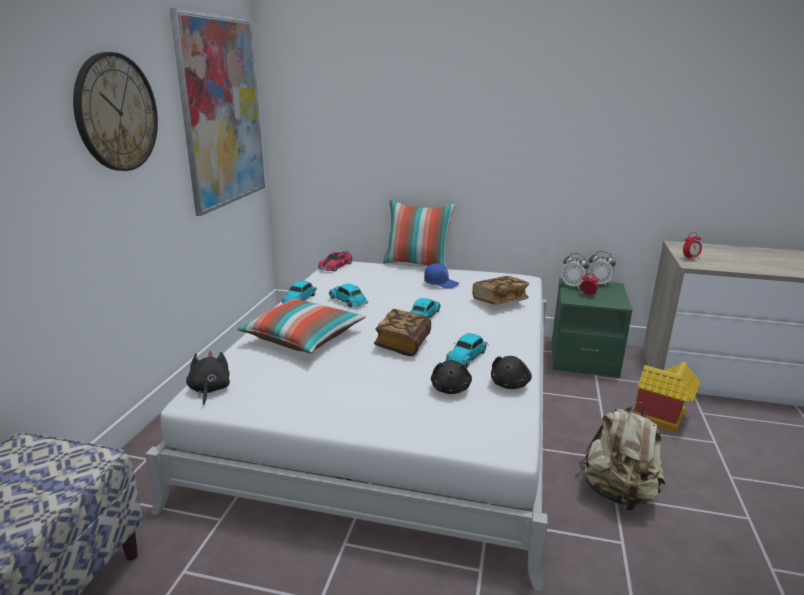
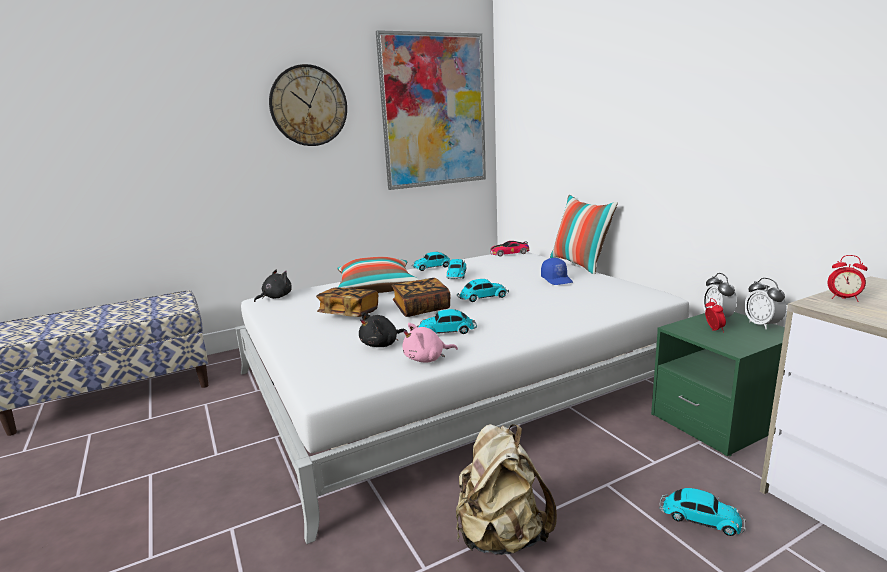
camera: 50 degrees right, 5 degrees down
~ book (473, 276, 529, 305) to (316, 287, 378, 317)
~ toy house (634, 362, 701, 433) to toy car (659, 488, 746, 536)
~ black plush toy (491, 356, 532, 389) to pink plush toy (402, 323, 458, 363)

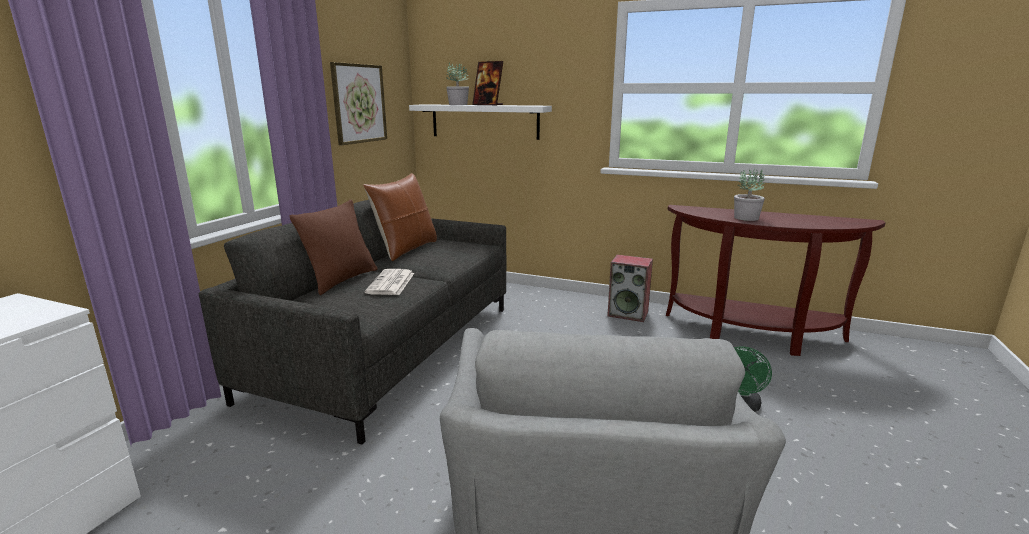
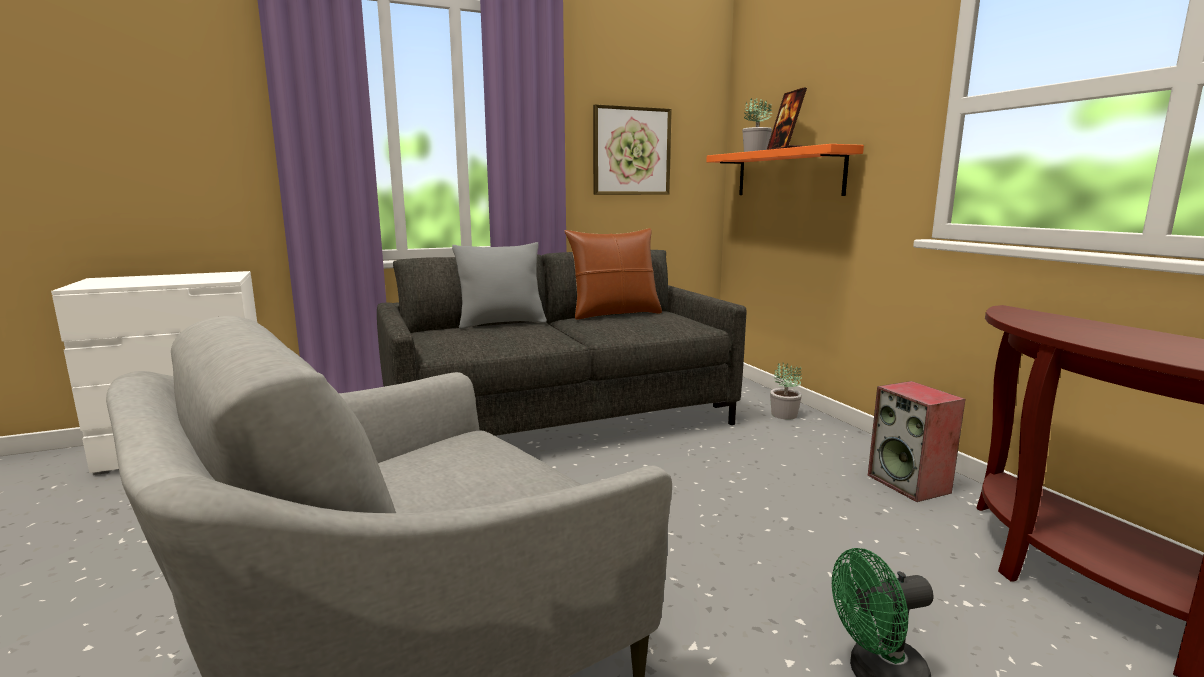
camera: 45 degrees right, 5 degrees down
- newspaper (365, 269, 414, 295)
~ potted plant (734, 169, 765, 221) to (770, 362, 802, 420)
~ brown pillow (290, 200, 378, 295) to grey pillow (452, 242, 547, 329)
~ white shelf (409, 104, 552, 140) to orange shelf (706, 144, 864, 196)

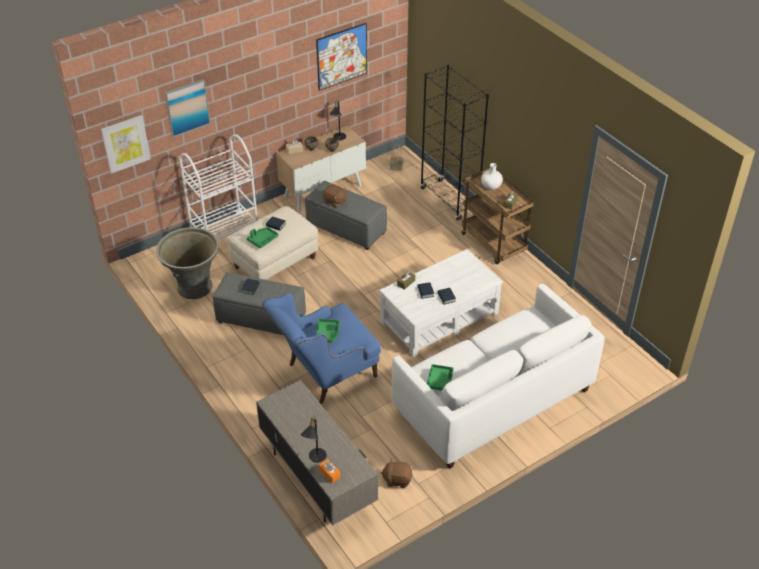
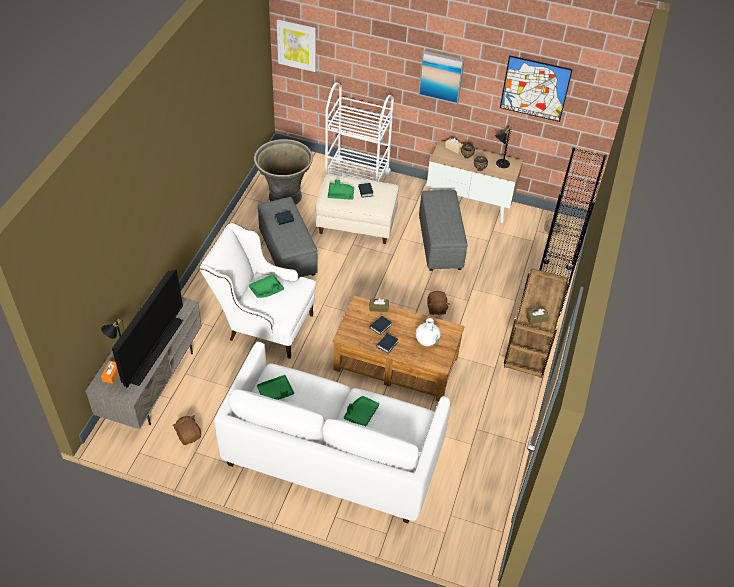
camera: 50 degrees right, 5 degrees up
+ television (112, 269, 183, 388)
+ green tray (344, 396, 379, 426)
~ picture (164, 79, 211, 137) to (418, 50, 464, 104)
~ brown plush toy (323, 184, 346, 208) to (427, 291, 450, 315)
~ white vase (481, 163, 503, 190) to (416, 318, 441, 346)
~ blue armchair (262, 293, 381, 404) to white armchair (199, 223, 316, 359)
~ white coffee table (379, 249, 503, 357) to brown coffee table (333, 295, 465, 401)

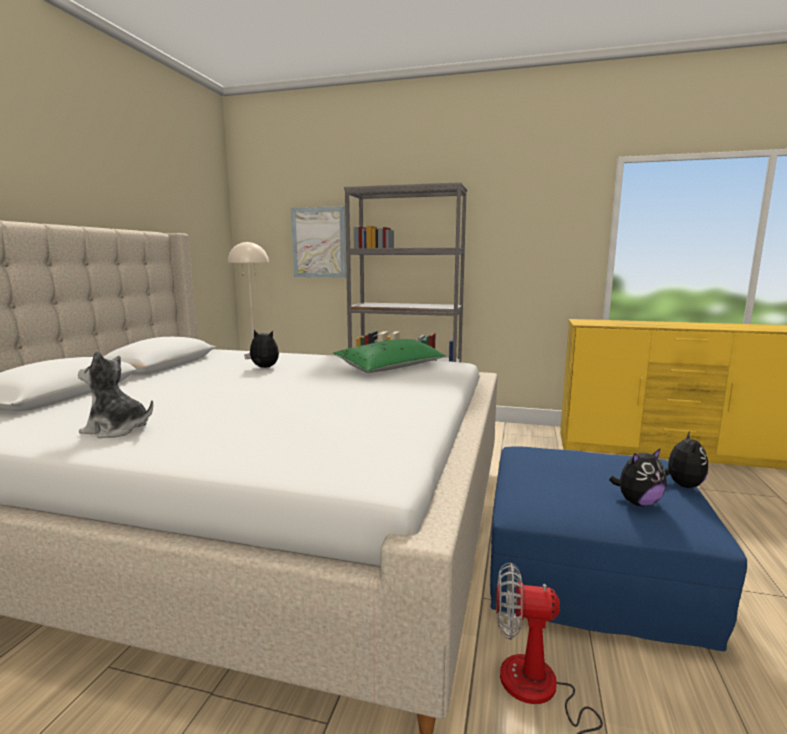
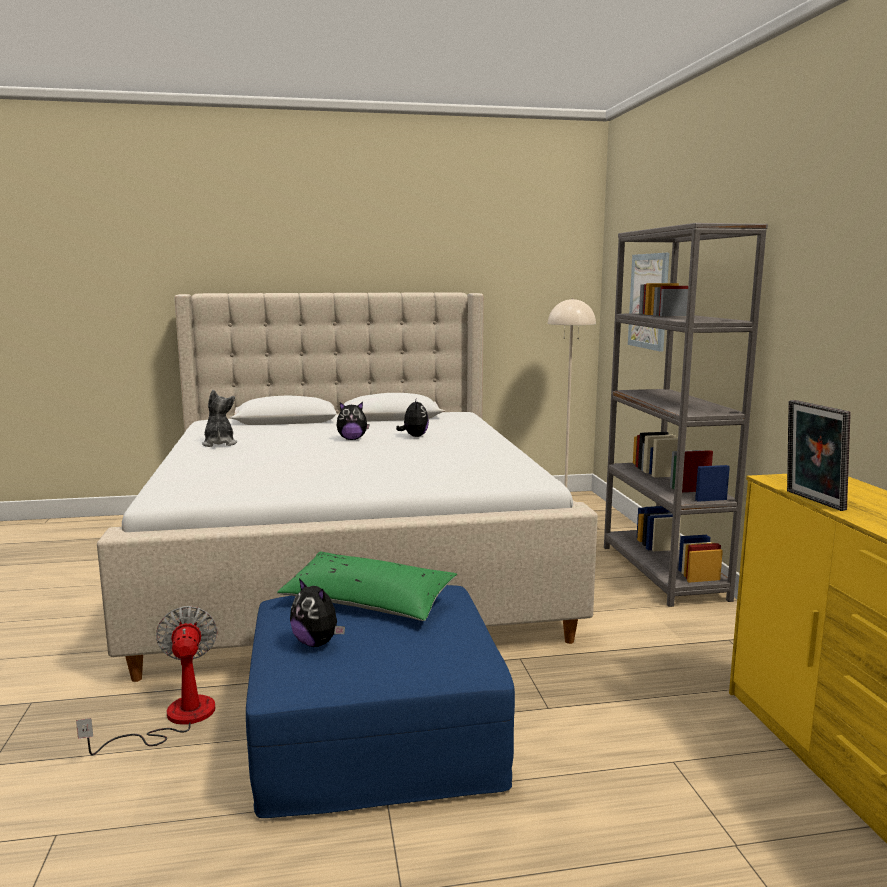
camera: 65 degrees right, 0 degrees up
+ picture frame (787, 400, 851, 511)
~ green pillow (333, 339, 446, 373) to (277, 552, 457, 621)
~ plush toy (664, 431, 708, 488) to (336, 402, 370, 440)

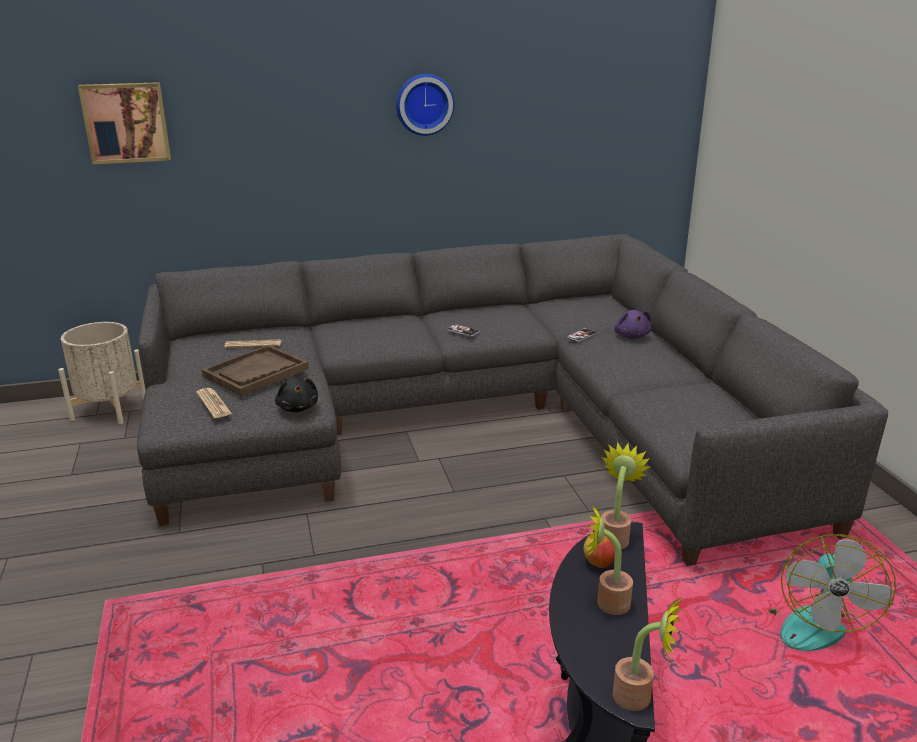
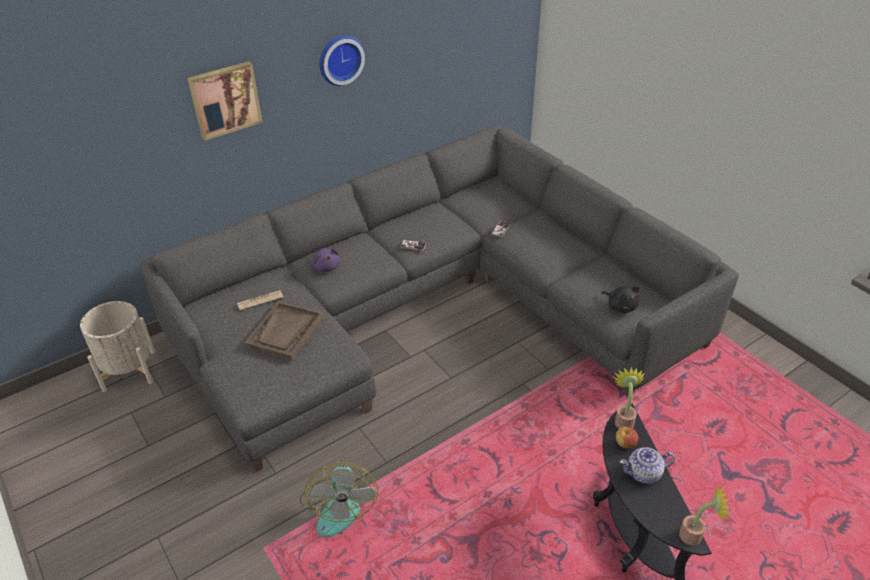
camera: 20 degrees left, 15 degrees up
- newspaper (196, 388, 232, 418)
~ picture (78, 82, 171, 164) to (187, 61, 263, 141)
~ black plush toy (275, 377, 318, 412) to (601, 286, 639, 313)
~ purple plush toy (614, 310, 651, 339) to (311, 248, 340, 272)
~ fan (768, 534, 896, 651) to (299, 462, 378, 537)
~ potted plant (586, 504, 633, 615) to teapot (620, 447, 675, 484)

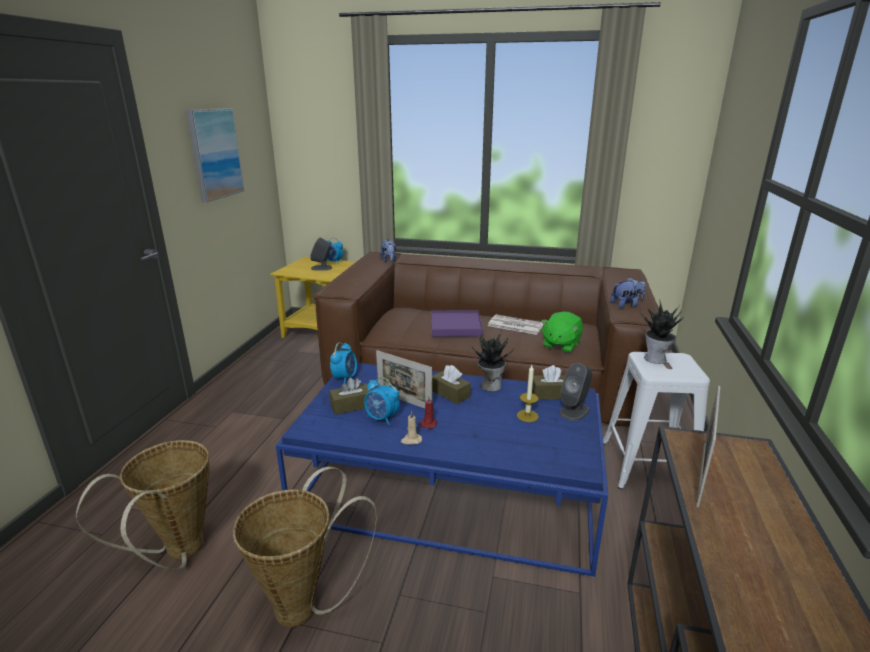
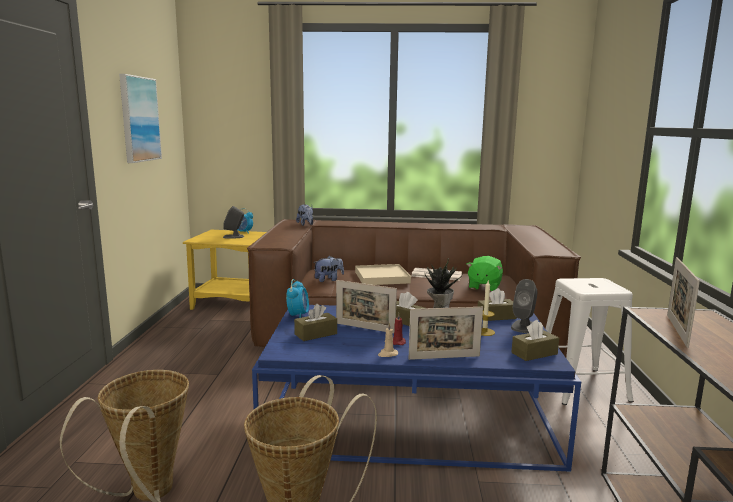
camera: 10 degrees left, 10 degrees down
- alarm clock (364, 377, 400, 425)
- potted plant (640, 301, 683, 364)
+ picture frame (409, 307, 483, 360)
+ brown tissue box (511, 320, 559, 361)
~ plush toy (610, 277, 646, 308) to (313, 256, 344, 282)
~ purple tray (431, 310, 483, 337) to beige tray (355, 264, 411, 285)

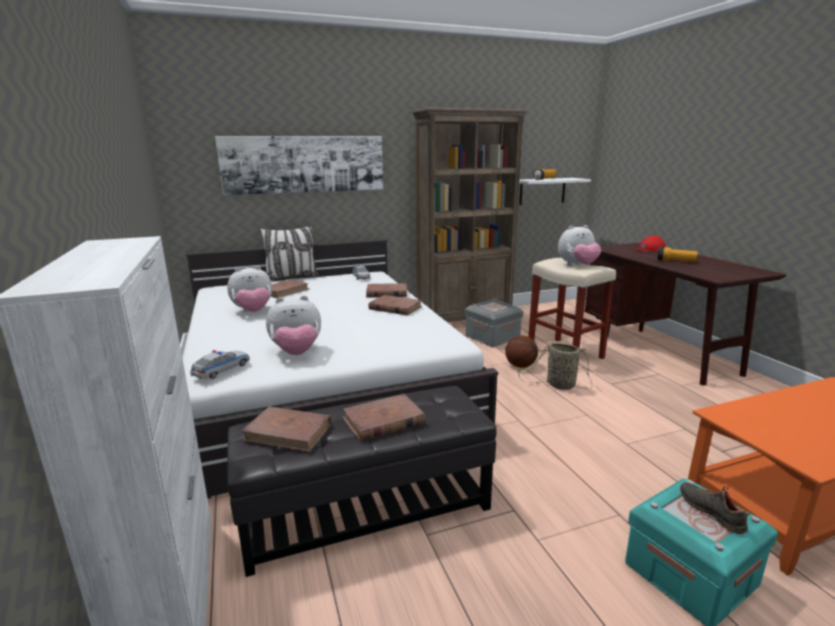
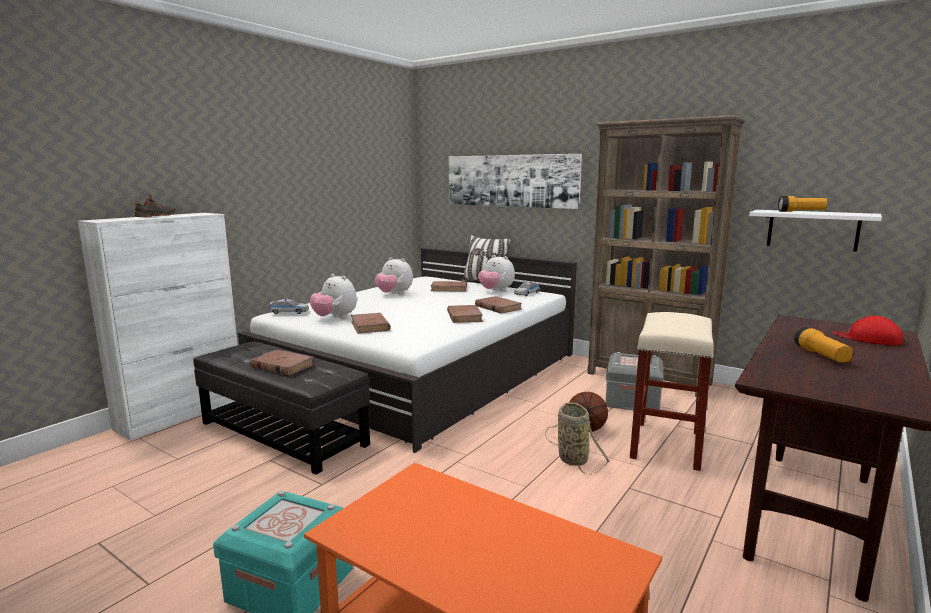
camera: 55 degrees right, 5 degrees down
~ brown book (242, 406, 331, 452) to (351, 313, 391, 334)
~ plush toy (558, 225, 601, 266) to (478, 255, 515, 291)
~ black shoe (680, 482, 750, 534) to (133, 194, 176, 217)

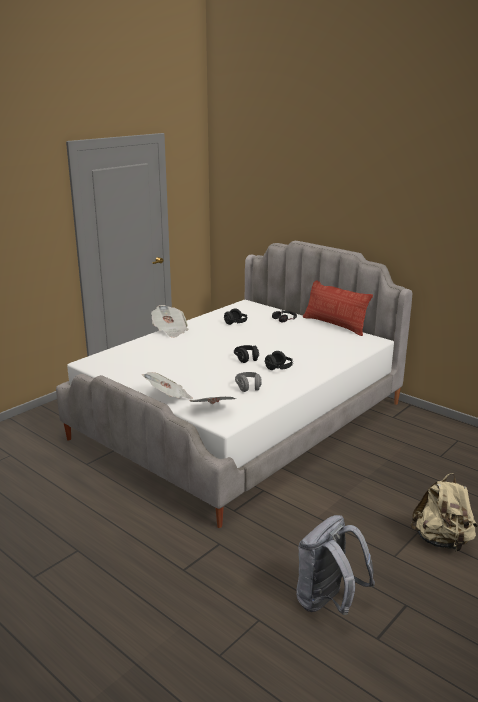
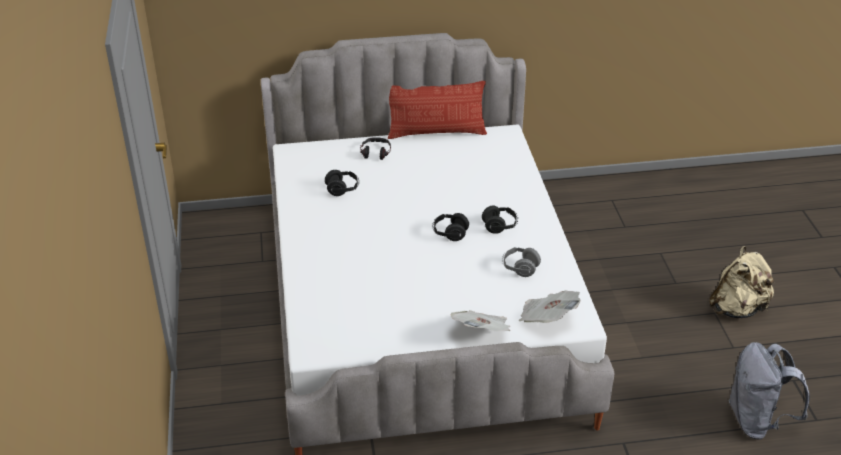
camera: 50 degrees left, 15 degrees up
- newspaper (151, 305, 189, 338)

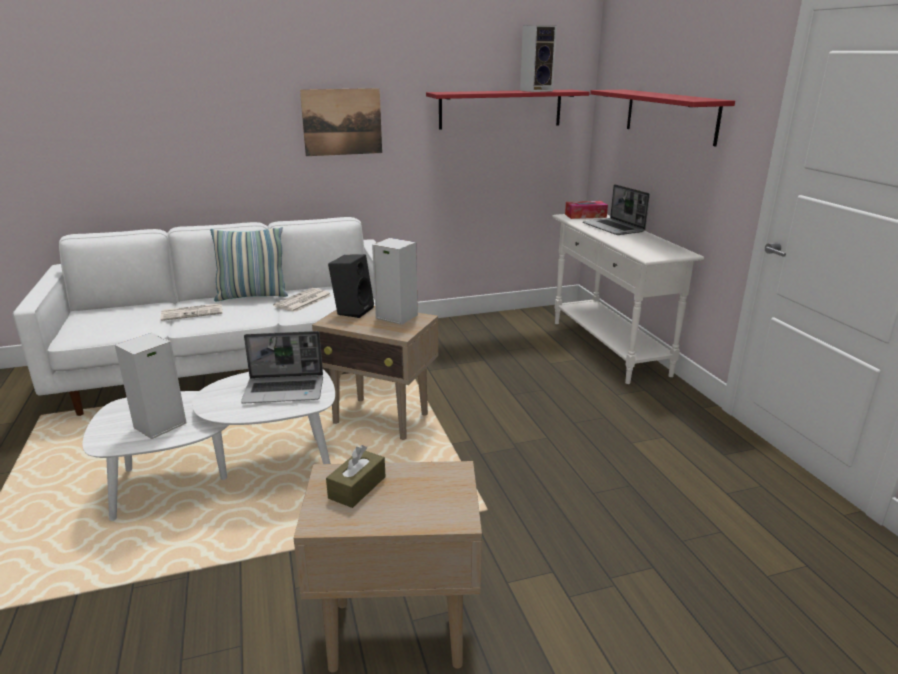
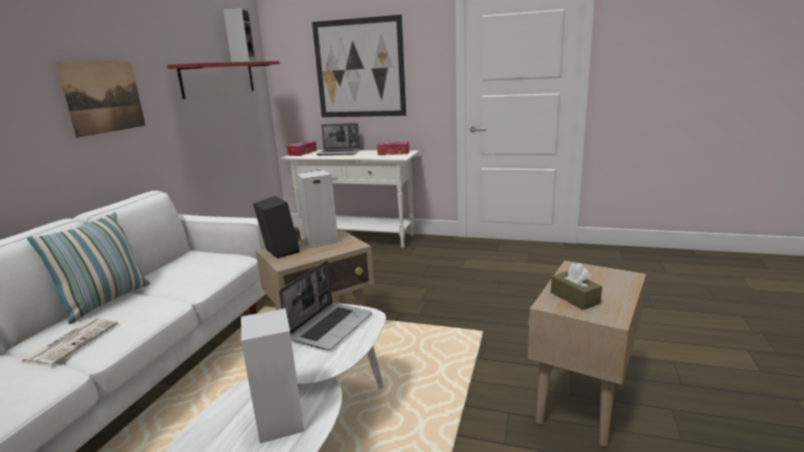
camera: 55 degrees left, 5 degrees down
- newspaper (273, 288, 332, 312)
+ tissue box (377, 141, 409, 155)
~ red shelf (590, 90, 735, 146) to picture (312, 15, 406, 117)

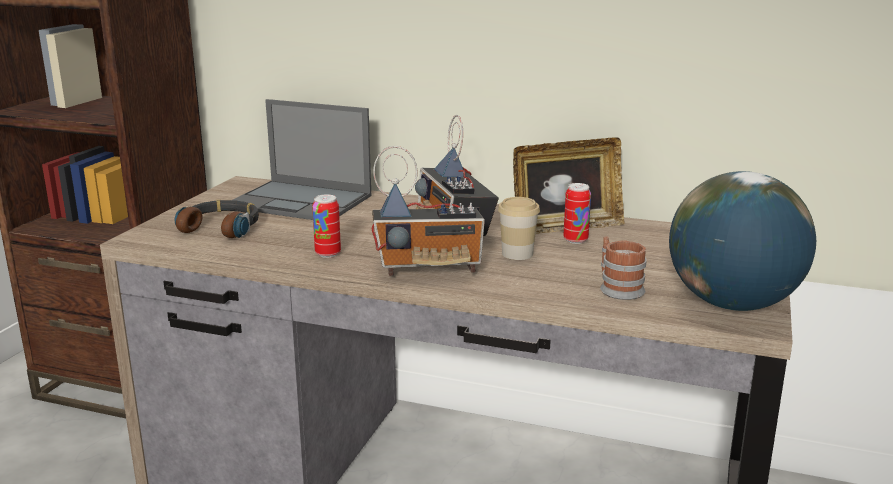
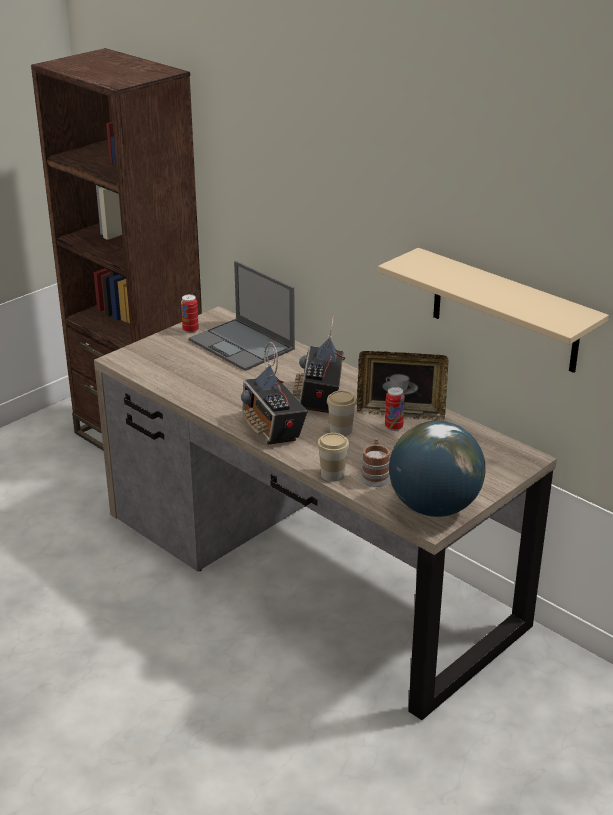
camera: 25 degrees right, 10 degrees up
- headphones (175, 200, 259, 238)
+ cup (317, 433, 349, 481)
+ beige shelf (378, 248, 609, 373)
~ can (312, 194, 341, 258) to (181, 294, 199, 333)
~ radio (372, 146, 485, 276) = (241, 342, 308, 445) 45 degrees clockwise

